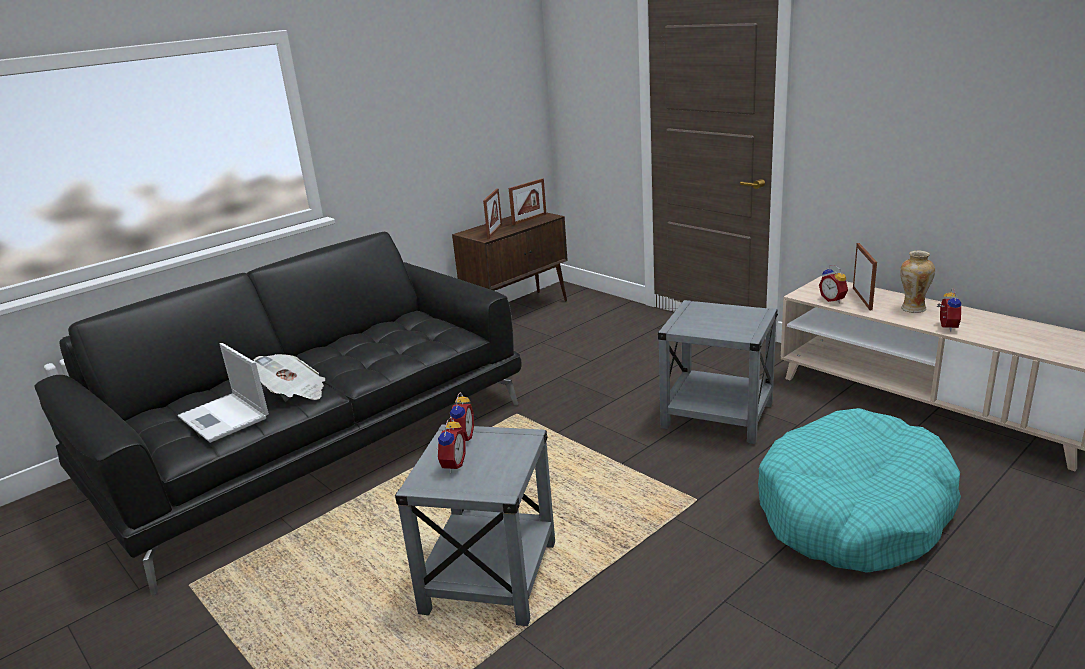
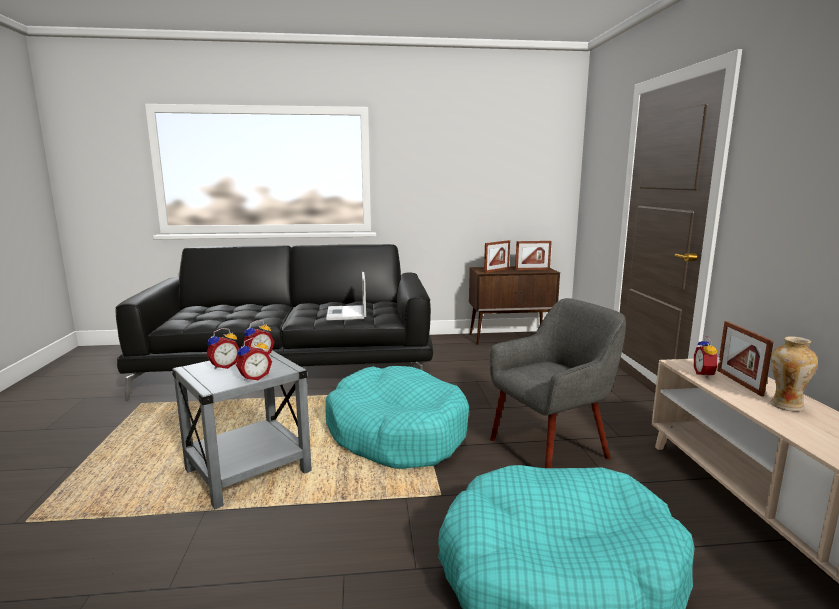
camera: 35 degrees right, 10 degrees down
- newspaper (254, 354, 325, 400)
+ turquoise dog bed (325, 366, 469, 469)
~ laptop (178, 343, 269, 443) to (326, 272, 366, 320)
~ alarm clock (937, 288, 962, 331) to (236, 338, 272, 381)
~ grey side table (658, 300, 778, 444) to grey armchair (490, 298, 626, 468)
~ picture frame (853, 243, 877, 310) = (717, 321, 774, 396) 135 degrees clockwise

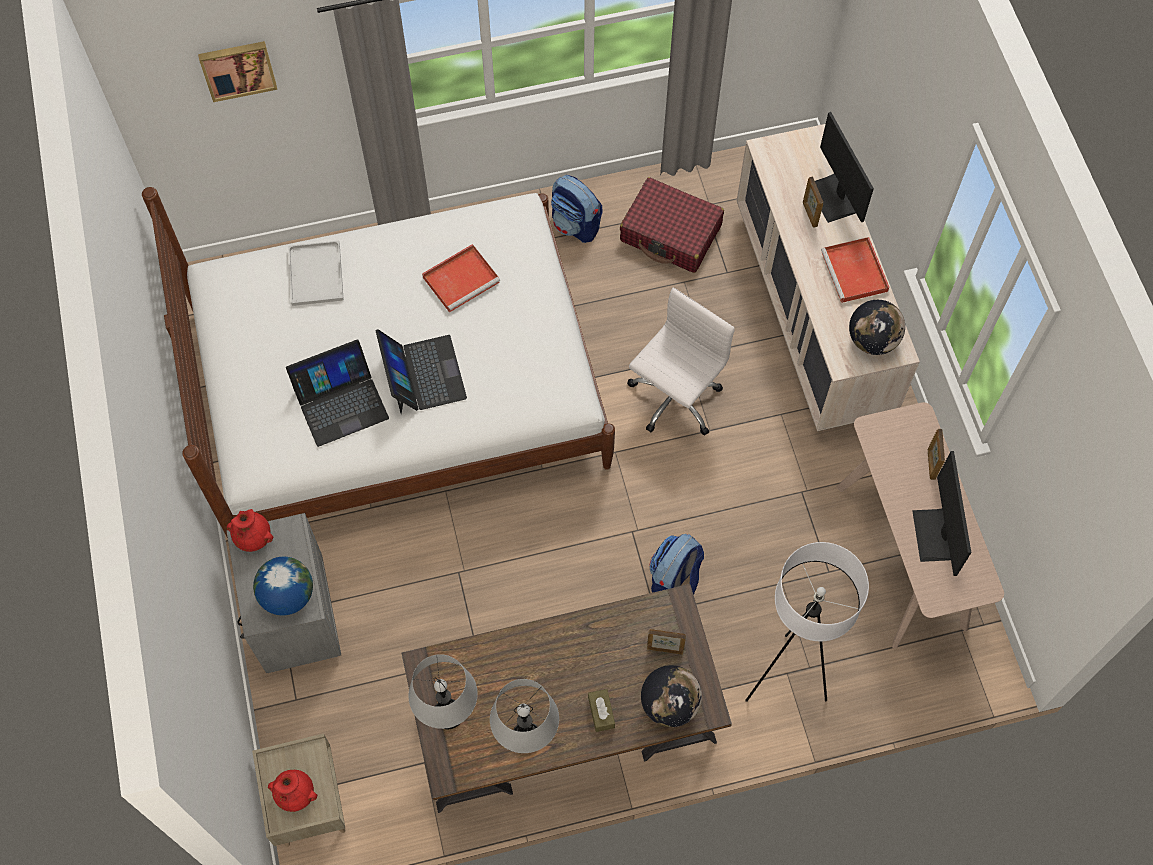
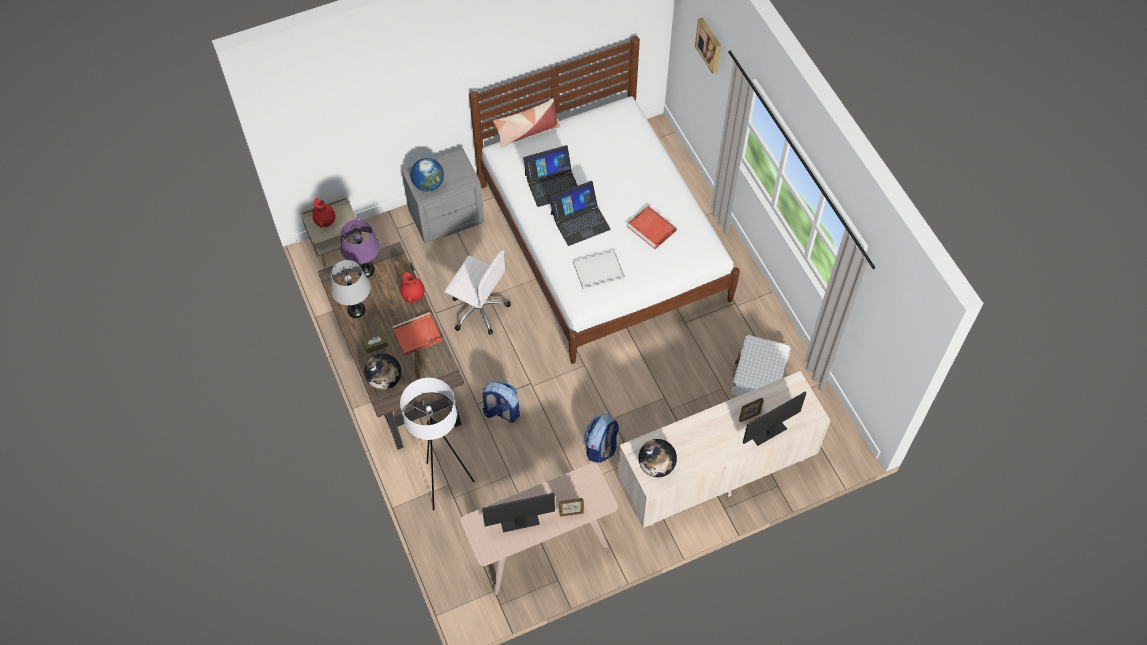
camera: 80 degrees right, 5 degrees down
+ pillow (493, 98, 560, 148)
~ red vase (227, 509, 273, 552) to (400, 272, 425, 303)
~ white tray (288, 241, 344, 306) to (573, 250, 625, 289)
~ backpack (551, 175, 602, 243) to (584, 414, 619, 463)
~ white office chair (628, 288, 735, 435) to (444, 250, 511, 335)
~ red tray (821, 237, 890, 303) to (392, 312, 443, 356)
~ grey table lamp (408, 654, 478, 729) to purple table lamp (341, 219, 380, 278)
~ red suitcase (620, 177, 724, 273) to white suitcase (731, 335, 791, 396)
~ laptop (286, 339, 389, 447) = (523, 145, 578, 207) 75 degrees counterclockwise

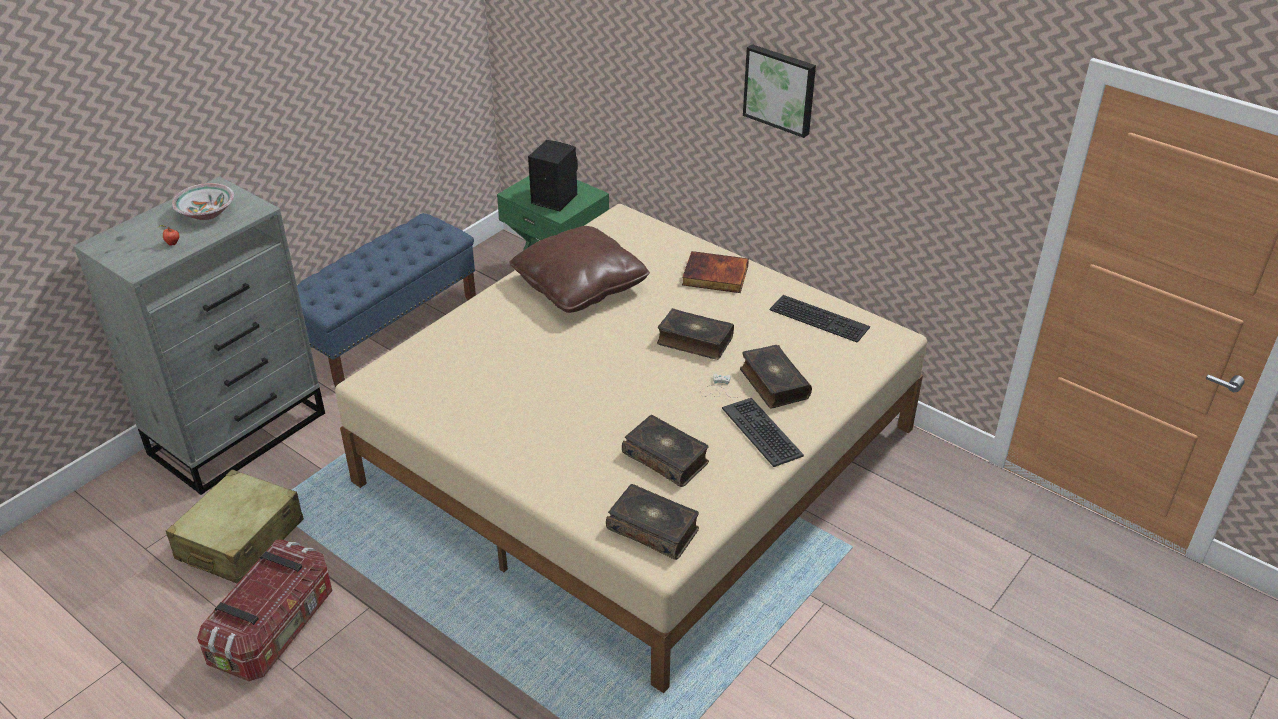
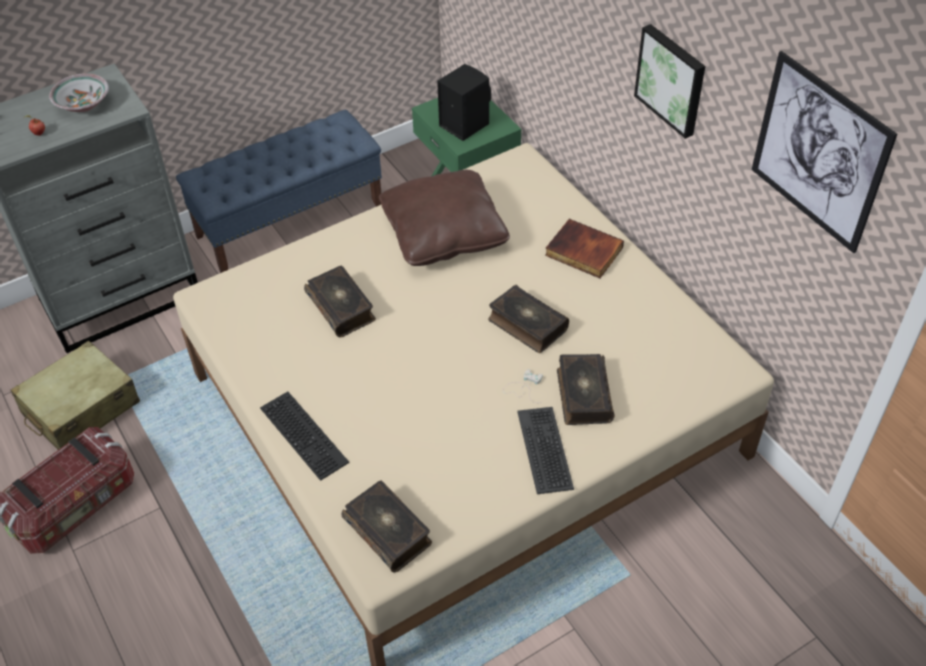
camera: 20 degrees right, 10 degrees up
+ picture (752, 51, 897, 253)
~ book (622, 415, 709, 487) to (304, 266, 376, 337)
~ keyboard (769, 295, 870, 343) to (260, 391, 349, 481)

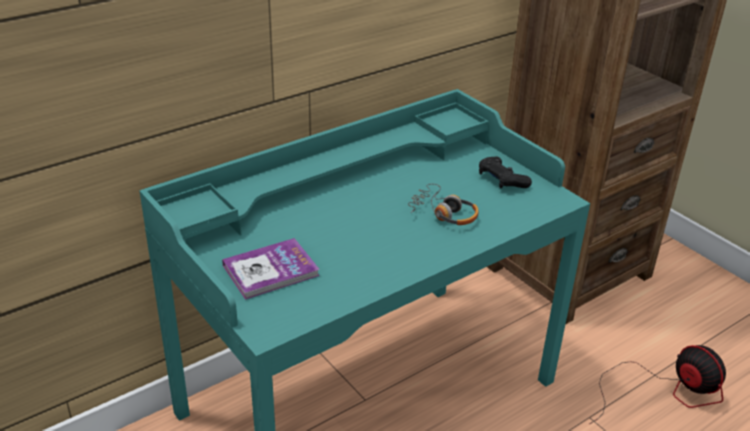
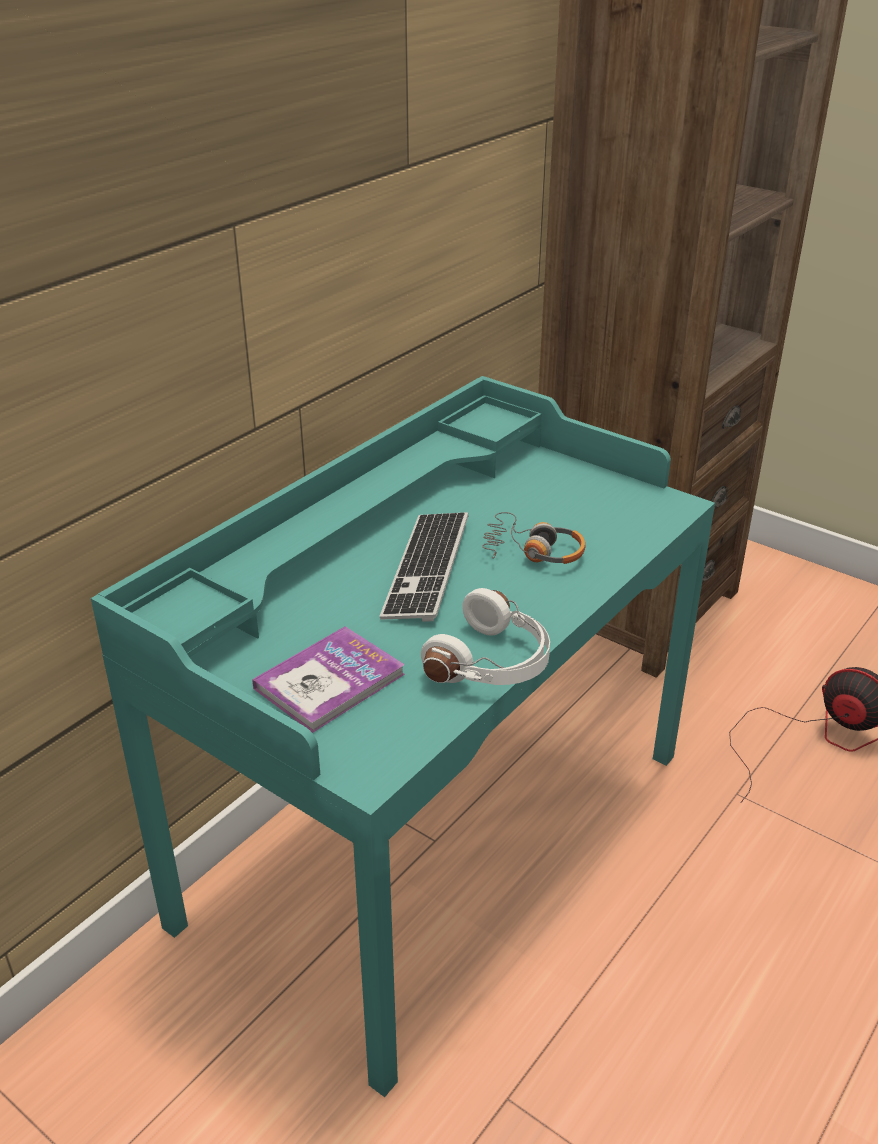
camera: 15 degrees left, 0 degrees up
- black game controller (479, 157, 532, 188)
+ keyboard (380, 512, 469, 622)
+ white headphones (421, 588, 550, 685)

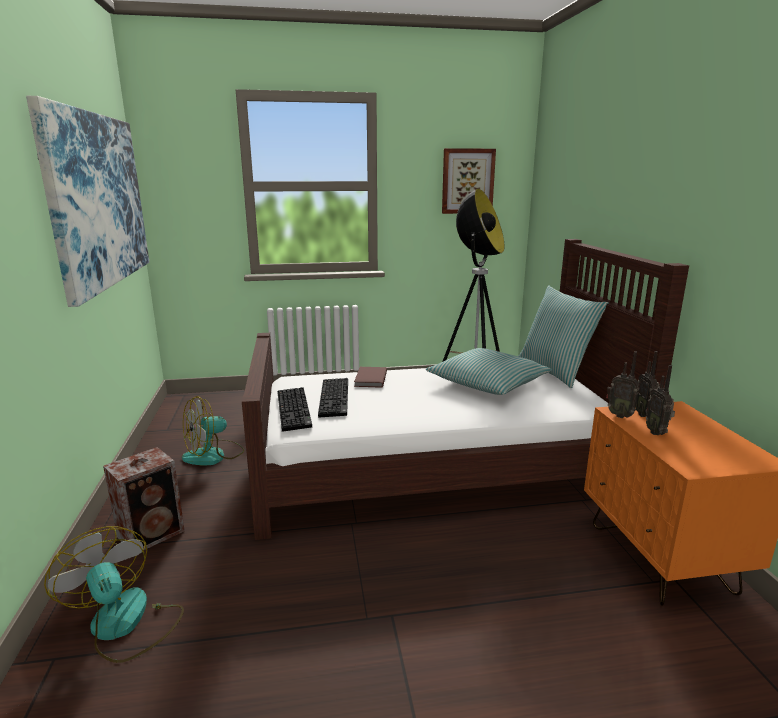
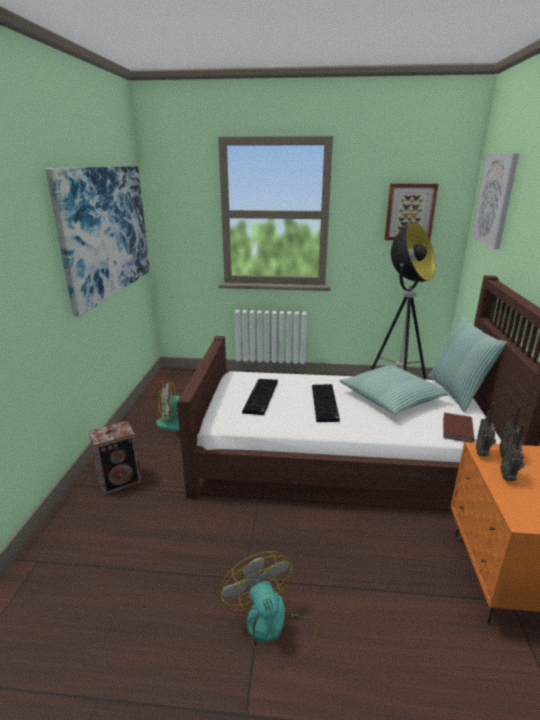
camera: 15 degrees right, 5 degrees up
+ picture (471, 153, 519, 249)
~ fan (44, 526, 184, 663) to (220, 551, 318, 670)
~ keyboard (277, 387, 312, 432) to (312, 384, 340, 422)
~ brown book (354, 367, 387, 388) to (443, 413, 475, 443)
~ radio (606, 351, 639, 418) = (476, 403, 496, 457) 45 degrees clockwise

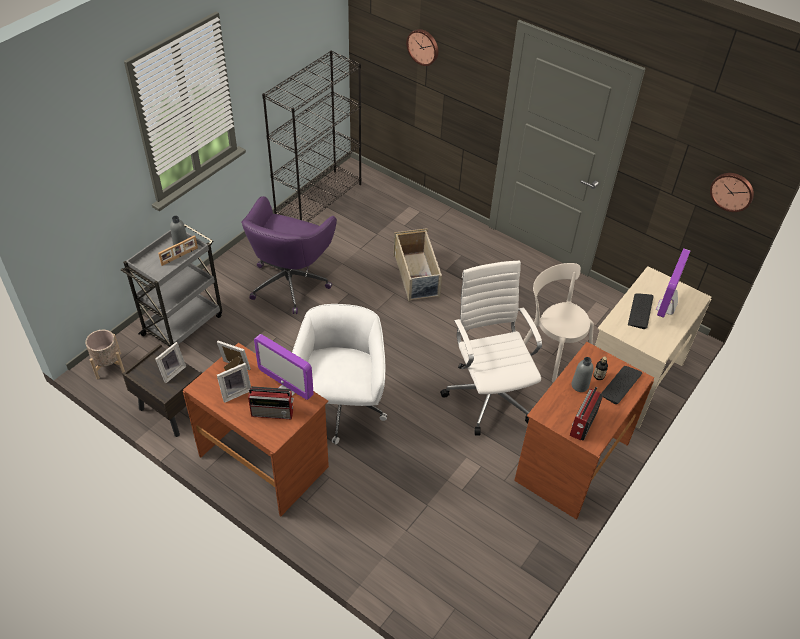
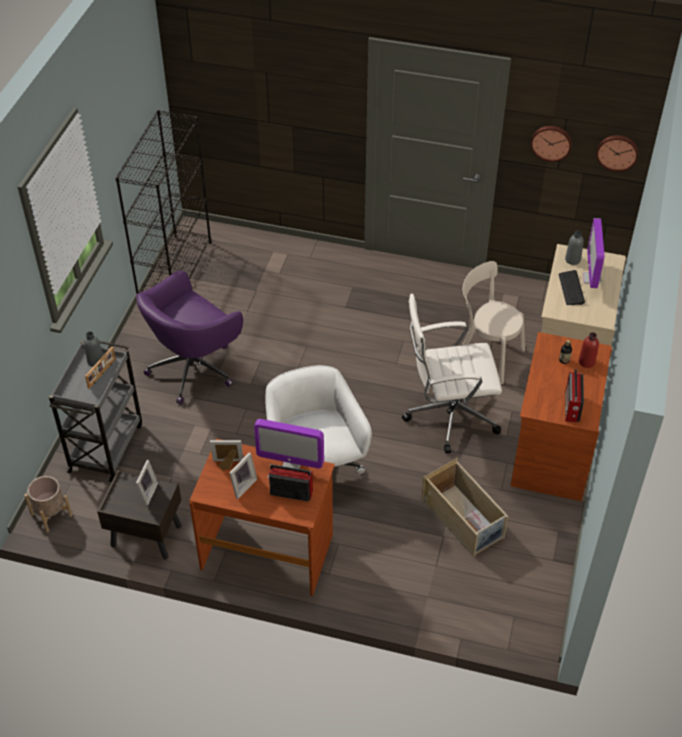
camera: 20 degrees left, 0 degrees up
~ beige storage box (393, 228, 442, 302) to (421, 458, 509, 557)
~ wall clock (406, 29, 438, 66) to (531, 126, 572, 162)
~ grey bottle (571, 357, 593, 392) to (565, 231, 584, 265)
~ keyboard (601, 366, 642, 404) to red bottle (579, 332, 599, 368)
~ purple office chair (241, 196, 337, 314) = (136, 270, 243, 404) 45 degrees clockwise
~ radio (248, 386, 294, 420) = (267, 464, 313, 502) 150 degrees counterclockwise
~ white office chair (440, 260, 542, 436) = (402, 293, 502, 454) 60 degrees counterclockwise

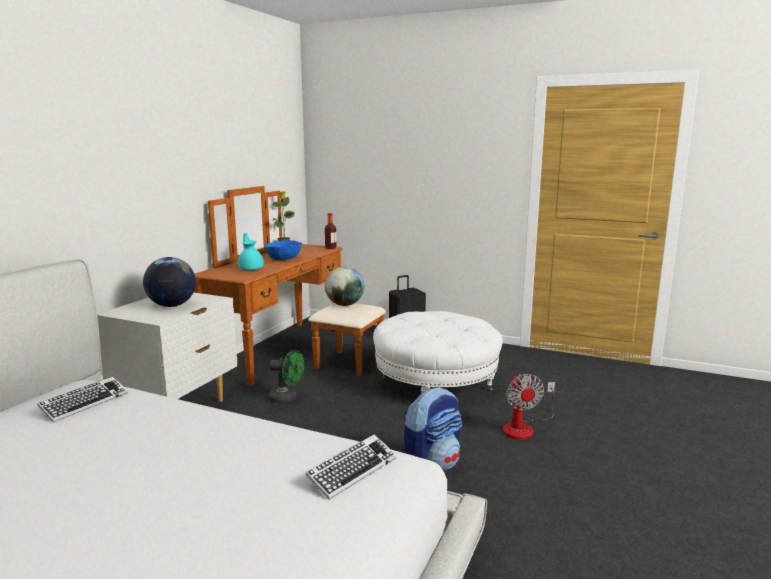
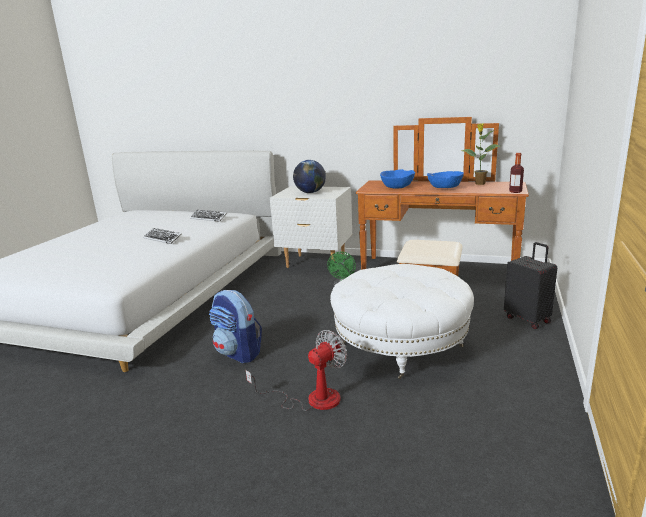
camera: 85 degrees right, 5 degrees up
- globe (325, 266, 364, 306)
~ keyboard (305, 434, 397, 500) to (143, 228, 182, 244)
~ turquoise teapot (238, 232, 264, 270) to blue bowl (380, 169, 415, 188)
~ fan (503, 374, 555, 440) = (245, 330, 347, 411) 150 degrees clockwise

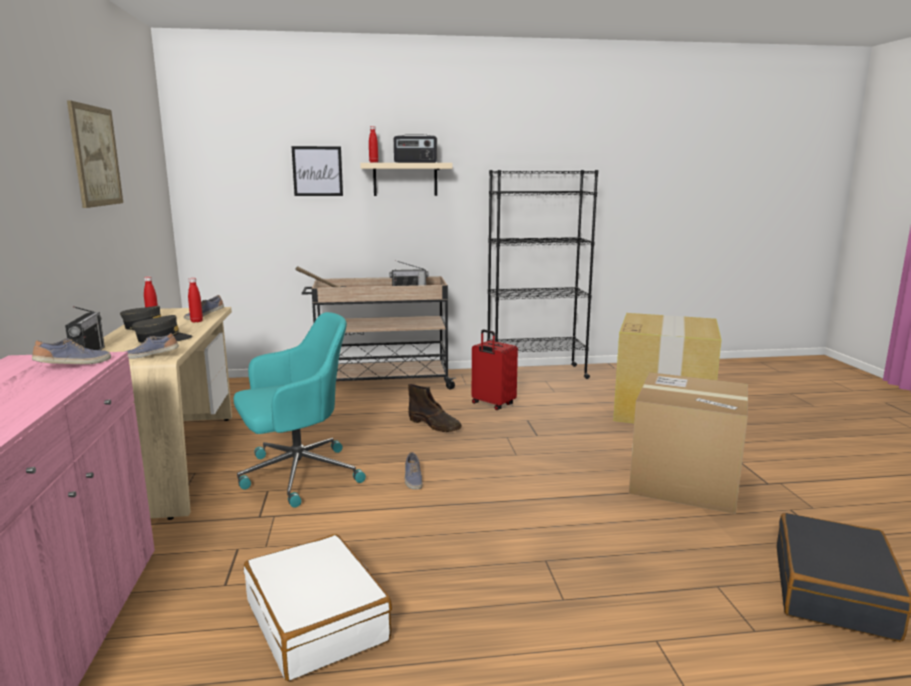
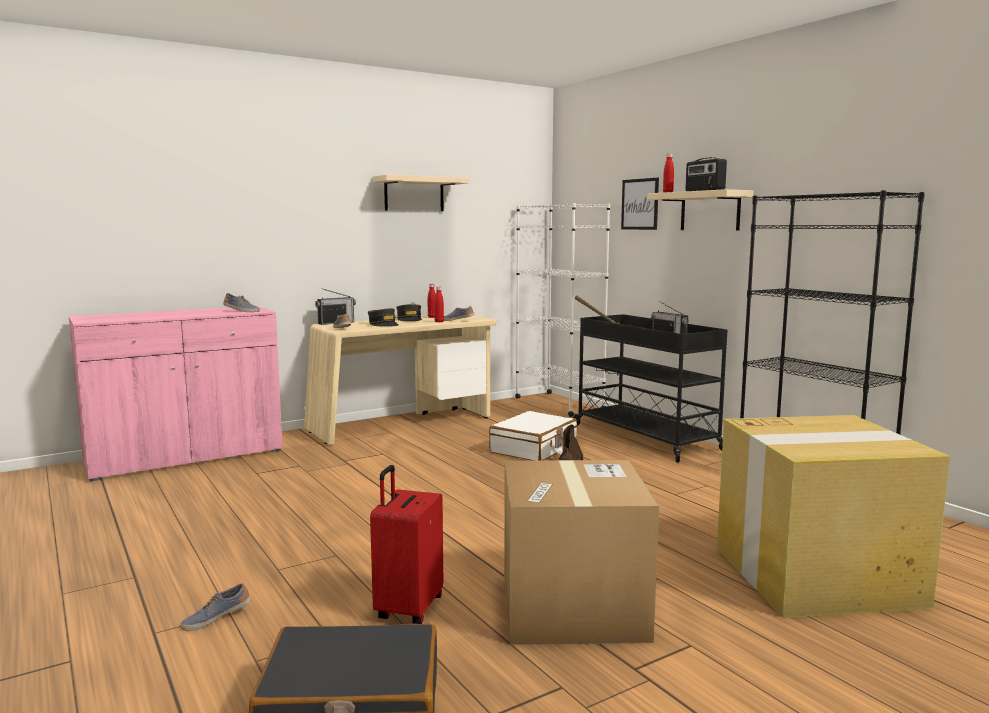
camera: 65 degrees right, 5 degrees down
- turquoise office chair (233, 312, 366, 508)
+ white bookcase (515, 203, 610, 417)
~ white suitcase (244, 534, 392, 681) to (489, 411, 577, 461)
~ shoe (405, 452, 423, 490) to (180, 583, 251, 631)
~ red suitcase (472, 329, 518, 410) to (370, 465, 443, 624)
~ picture (67, 101, 123, 208) to beige shelf (372, 174, 469, 211)
~ beige cart (302, 276, 456, 389) to black cart (573, 314, 727, 462)

